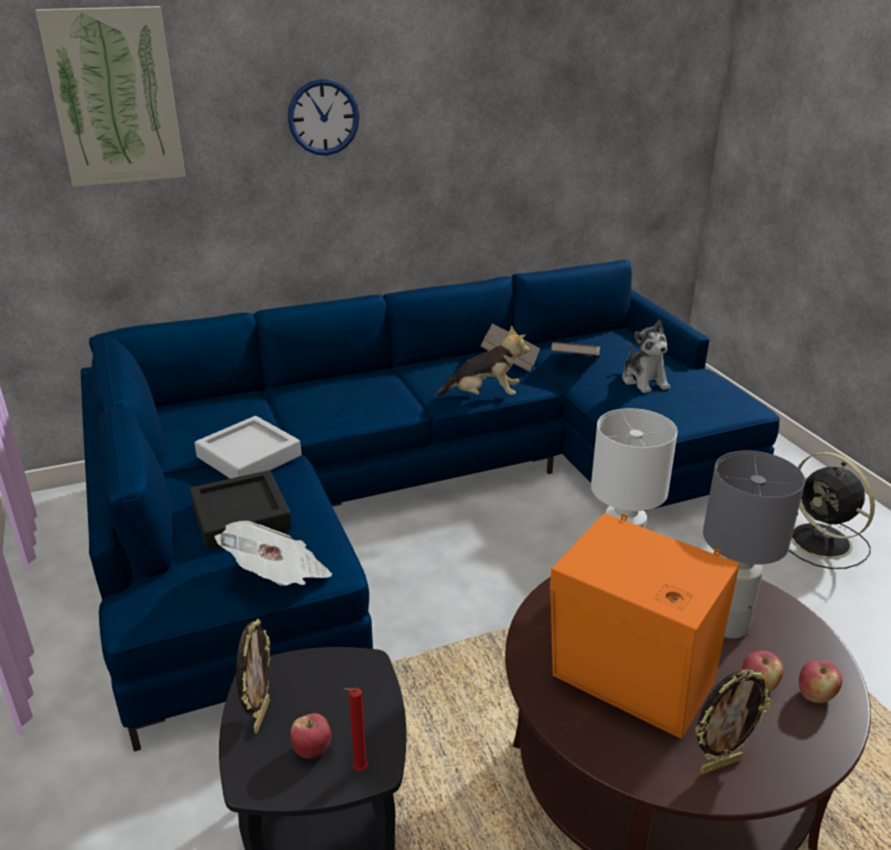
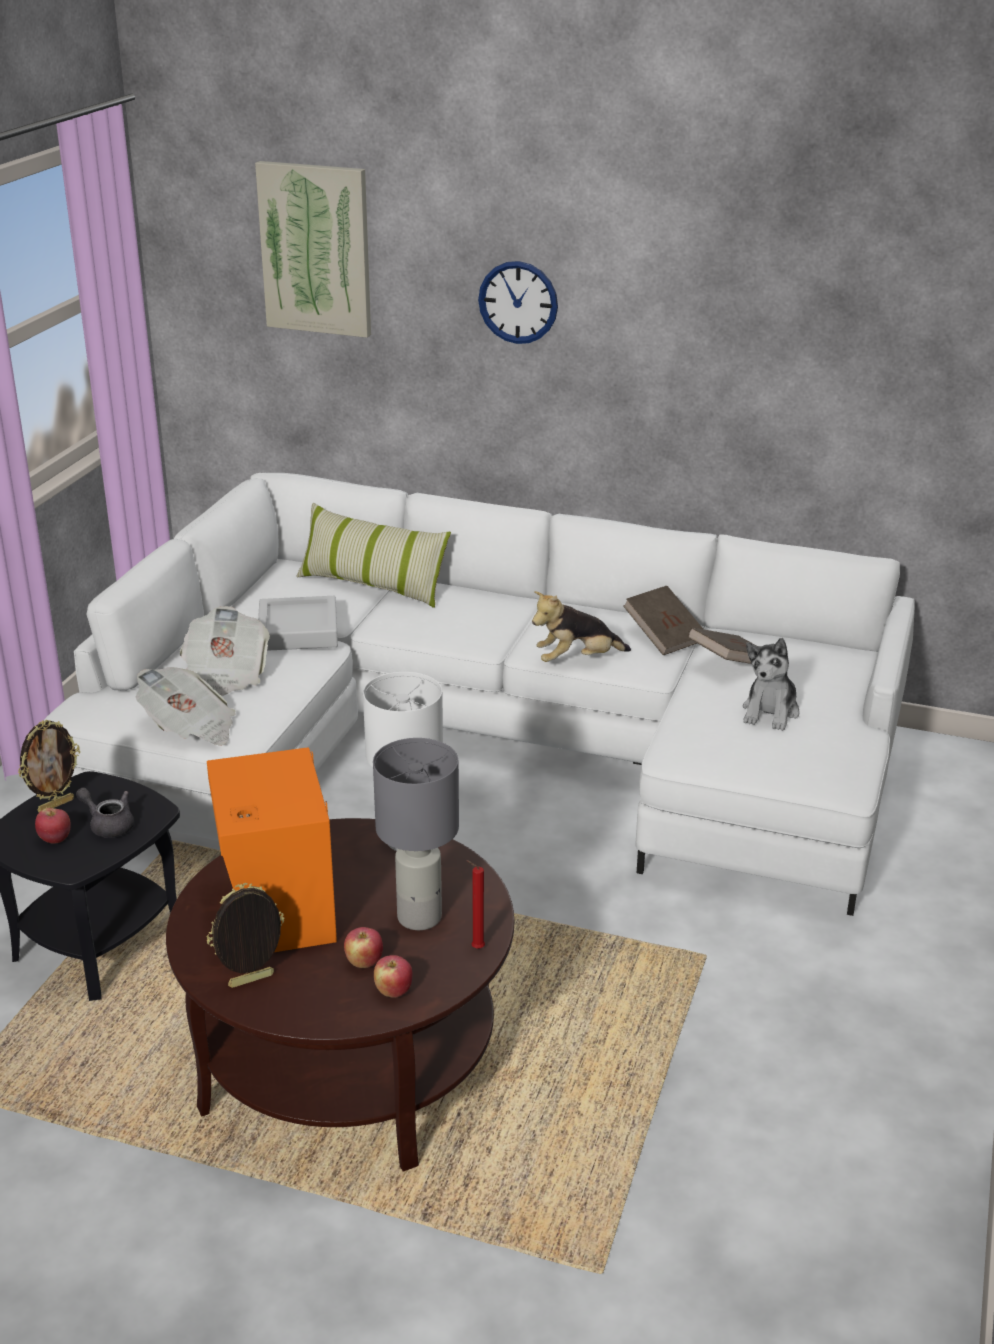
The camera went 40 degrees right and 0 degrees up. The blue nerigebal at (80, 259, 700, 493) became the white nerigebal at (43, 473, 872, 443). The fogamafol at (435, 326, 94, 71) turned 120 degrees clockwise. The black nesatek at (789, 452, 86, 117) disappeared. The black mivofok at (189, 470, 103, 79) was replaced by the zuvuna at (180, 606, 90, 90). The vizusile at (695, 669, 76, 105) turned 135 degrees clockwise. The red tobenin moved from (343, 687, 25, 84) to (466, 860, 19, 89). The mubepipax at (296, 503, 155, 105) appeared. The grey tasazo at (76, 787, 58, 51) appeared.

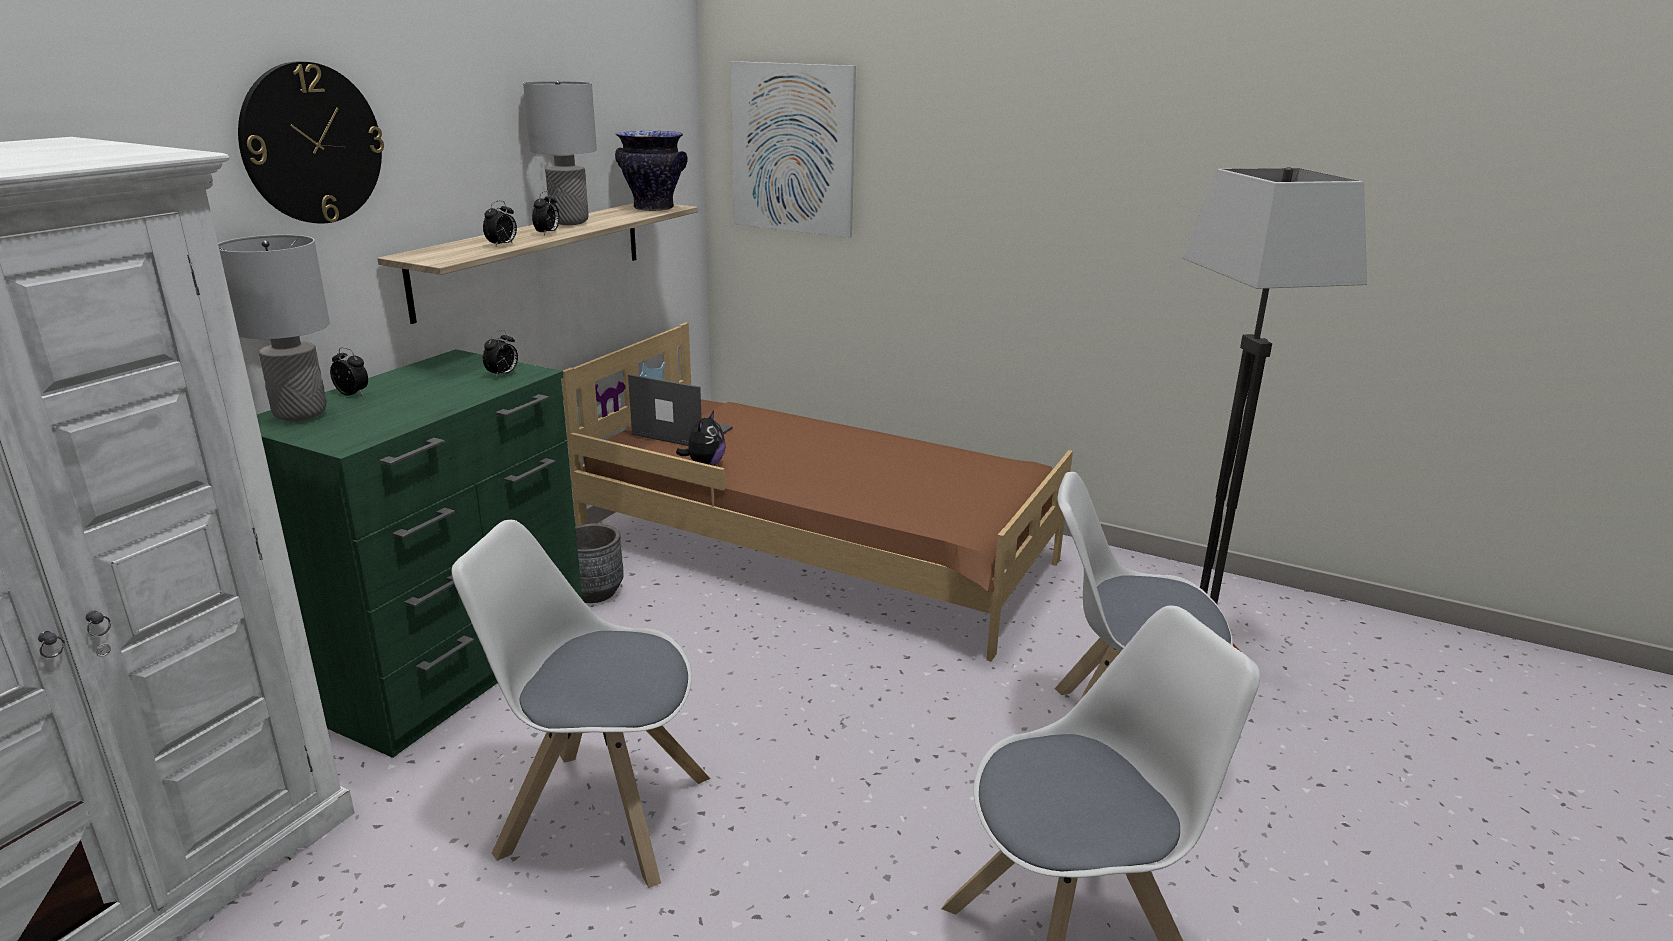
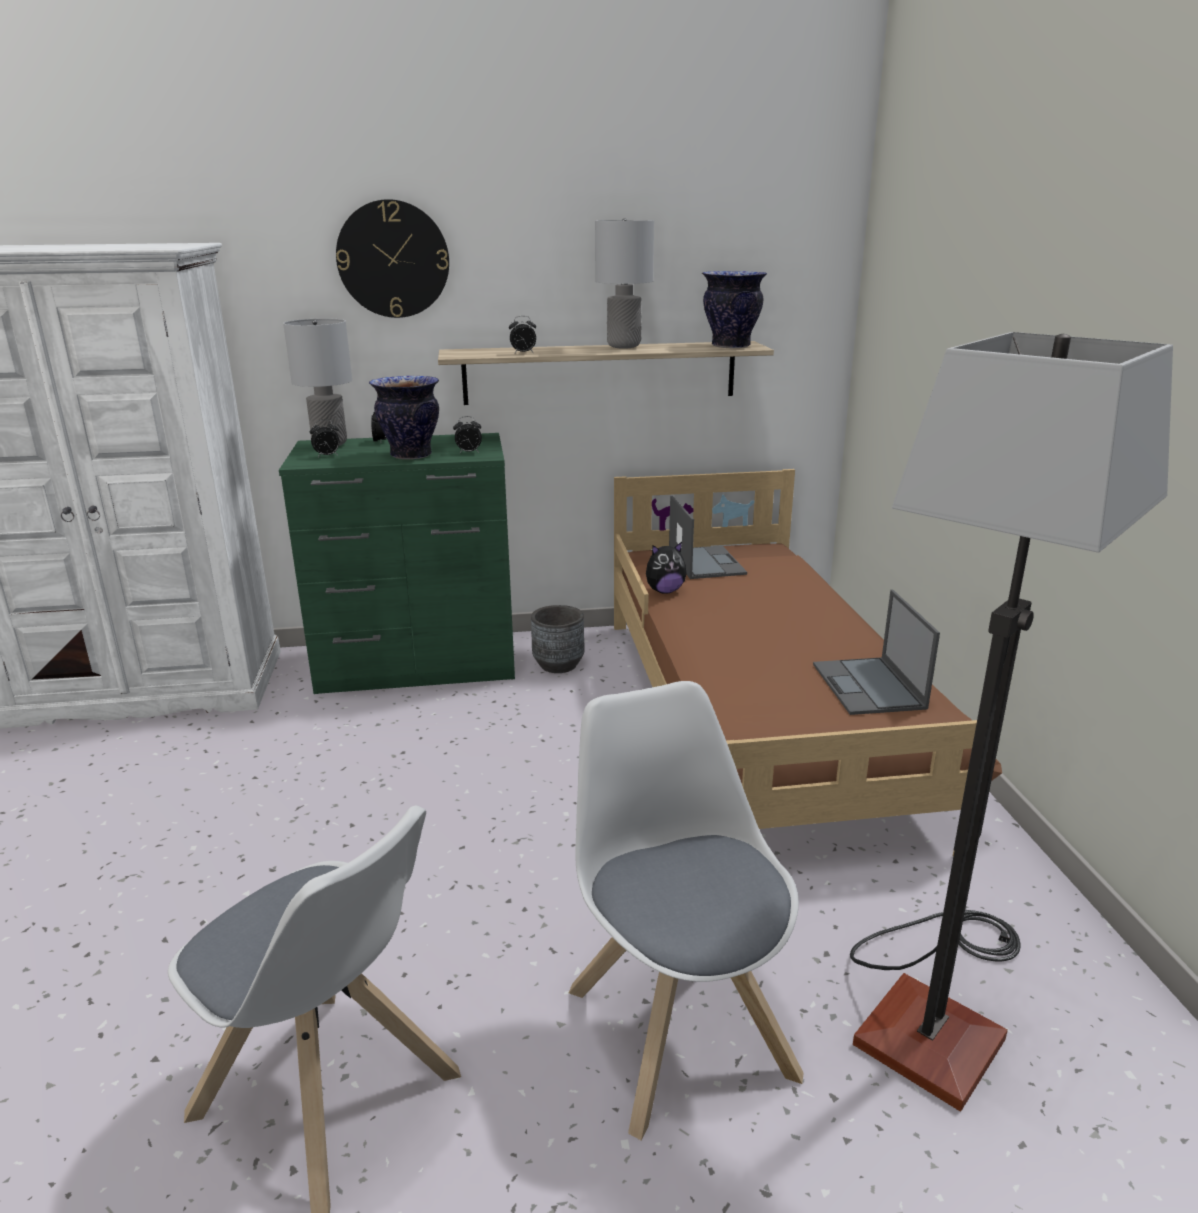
The camera went 55 degrees right and 0 degrees up. The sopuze at (730, 61, 126, 177) disappeared. The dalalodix moved from (532, 191, 28, 44) to (310, 419, 29, 38). The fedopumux at (452, 520, 258, 368) disappeared. The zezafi at (369, 376, 70, 84) appeared. The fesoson at (813, 590, 127, 125) appeared.

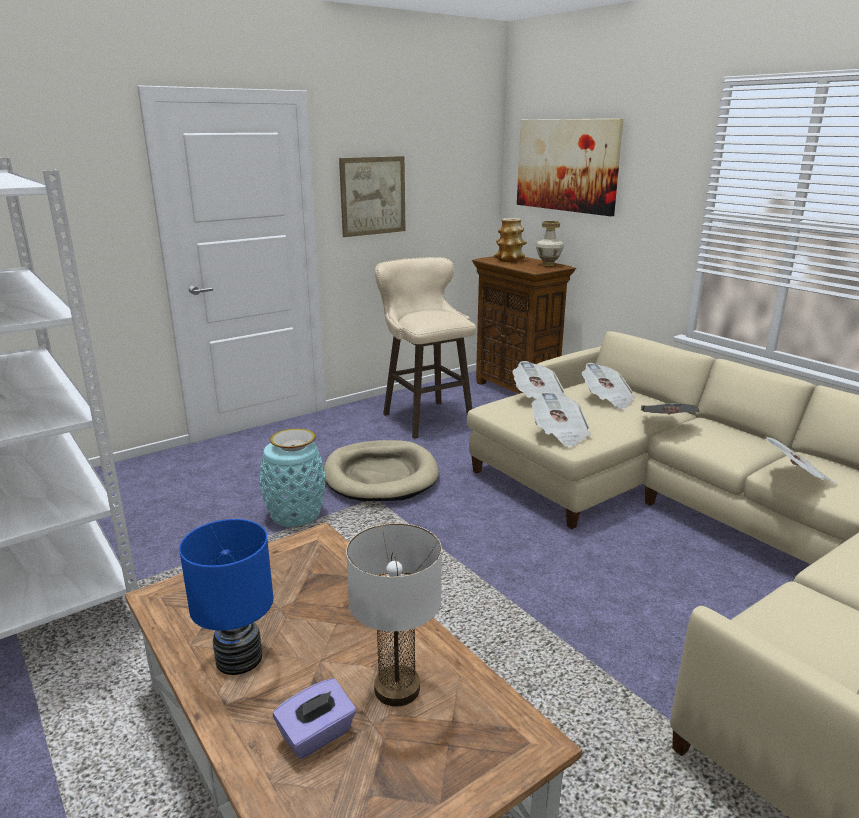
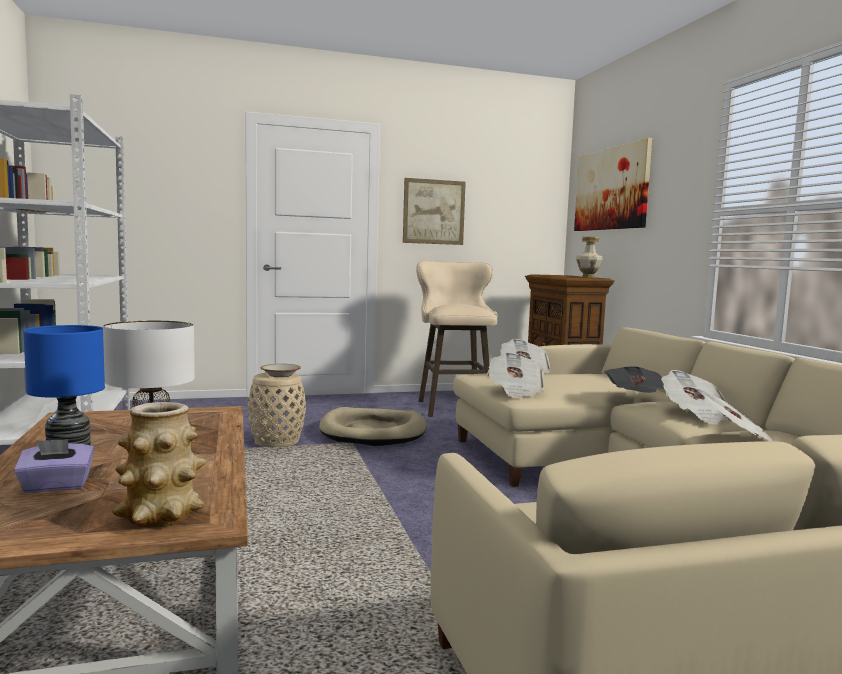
The camera went 20 degrees right and 15 degrees down. The zezafi moved from (494, 218, 33, 44) to (112, 402, 95, 125). The zuvuna moved from (582, 363, 54, 47) to (661, 370, 66, 54). The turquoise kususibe at (260, 442, 65, 85) became the beige kususibe at (248, 373, 58, 74).

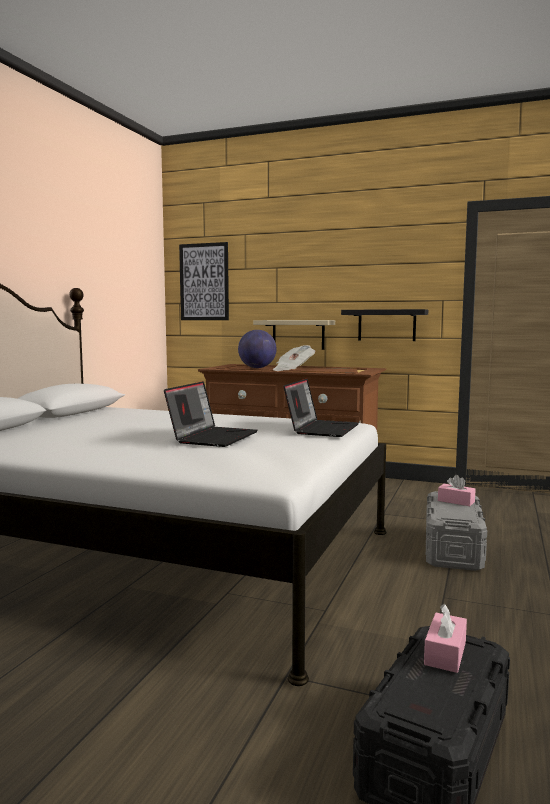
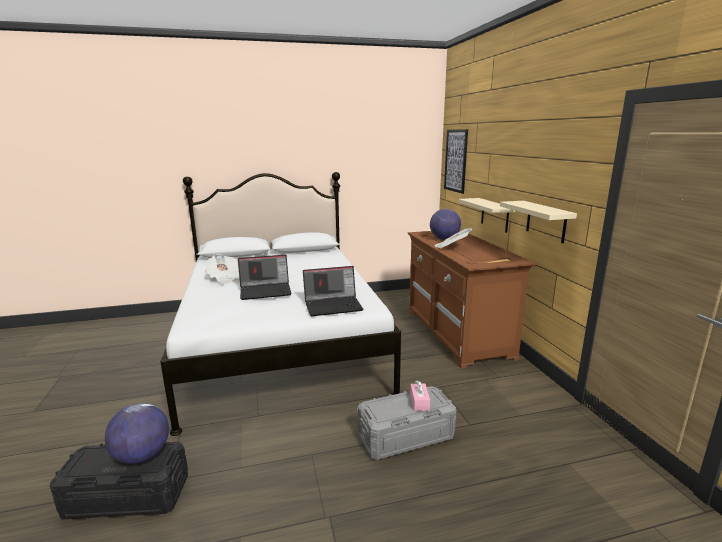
The camera went 55 degrees right and 10 degrees up. The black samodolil at (341, 309, 87, 32) became the beige samodolil at (500, 201, 77, 42). The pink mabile at (424, 604, 43, 69) was replaced by the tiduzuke at (105, 403, 64, 61). The zuvuna at (205, 254, 34, 30) appeared.

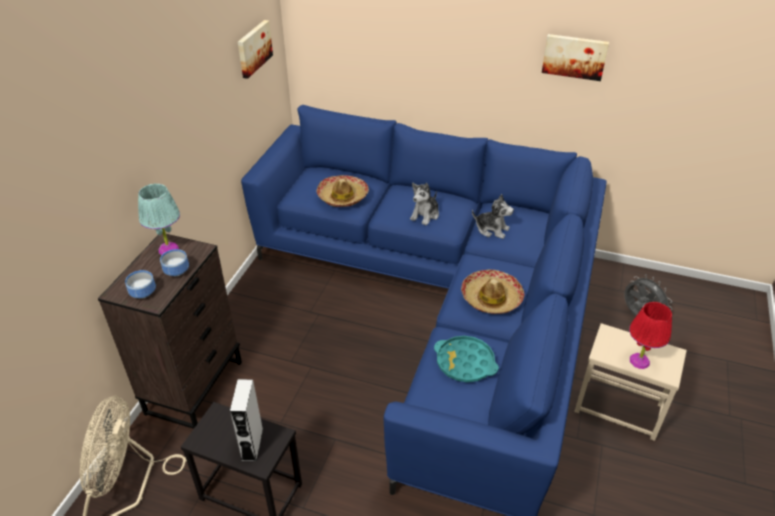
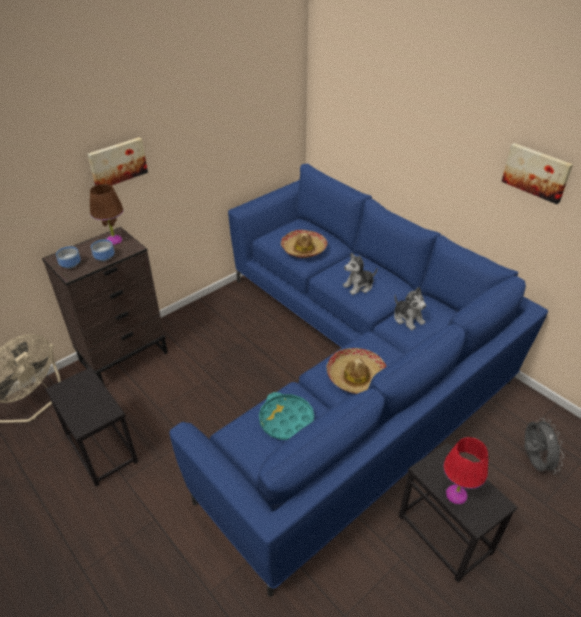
The camera went 30 degrees right and 0 degrees up. The sopuze moved from (238, 20, 35, 59) to (87, 137, 61, 48). The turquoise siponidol at (138, 184, 42, 71) became the brown siponidol at (90, 184, 34, 61). The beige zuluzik at (574, 323, 113, 118) became the black zuluzik at (399, 443, 118, 139). The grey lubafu at (230, 379, 33, 82) disappeared.

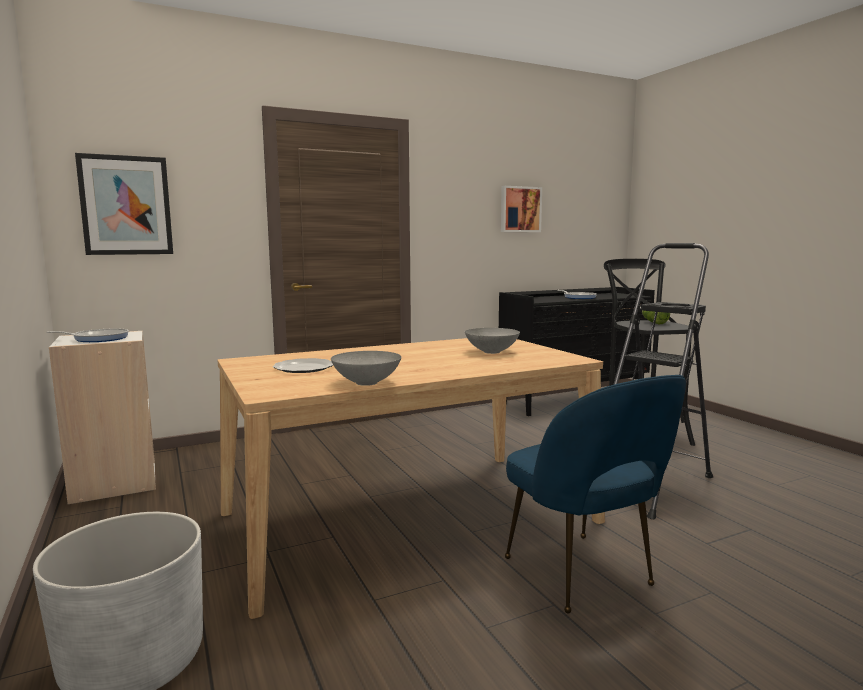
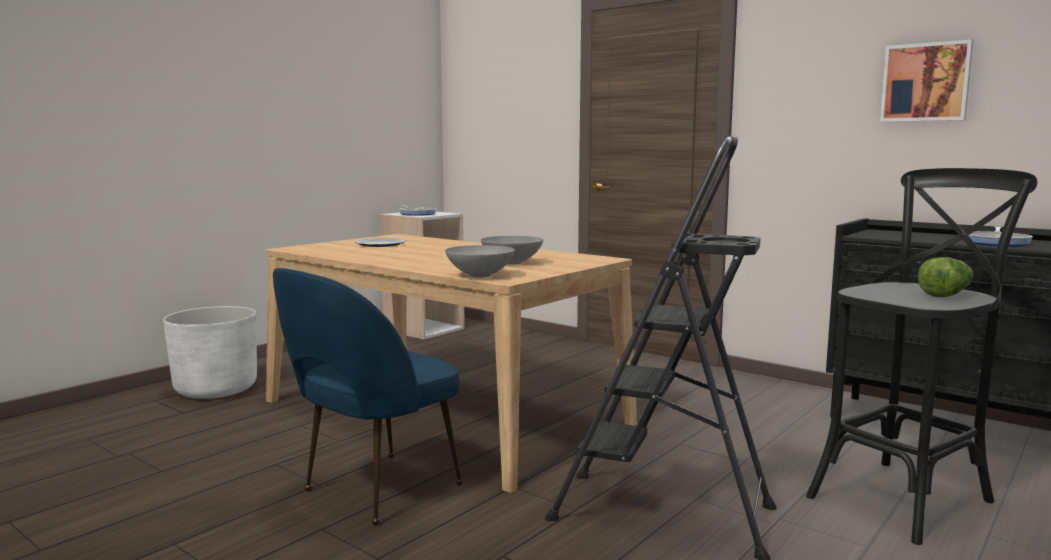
The camera went 65 degrees right and 0 degrees up. The sopuze at (75, 153, 98, 102) disappeared. The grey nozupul moved from (331, 351, 70, 35) to (445, 245, 70, 33).

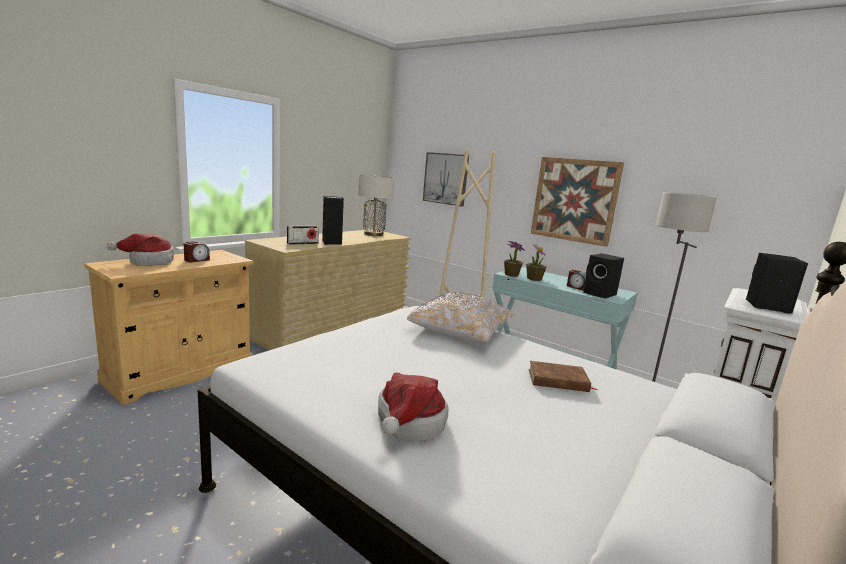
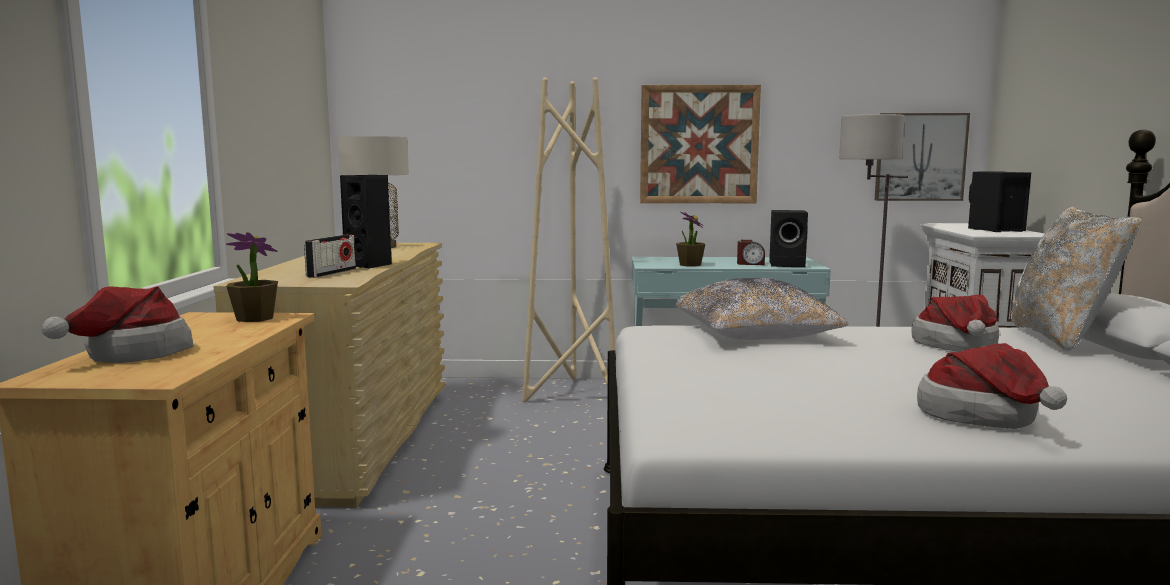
The camera went 35 degrees left and 5 degrees down. The sopuze moved from (423, 152, 46, 55) to (875, 113, 95, 88). The dalalodix at (184, 241, 26, 21) disappeared. The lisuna moved from (504, 241, 21, 36) to (226, 232, 52, 90). The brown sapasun at (528, 361, 69, 31) was replaced by the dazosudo at (911, 295, 88, 57). The white mubepipax at (1011, 207, 131, 144) appeared.

